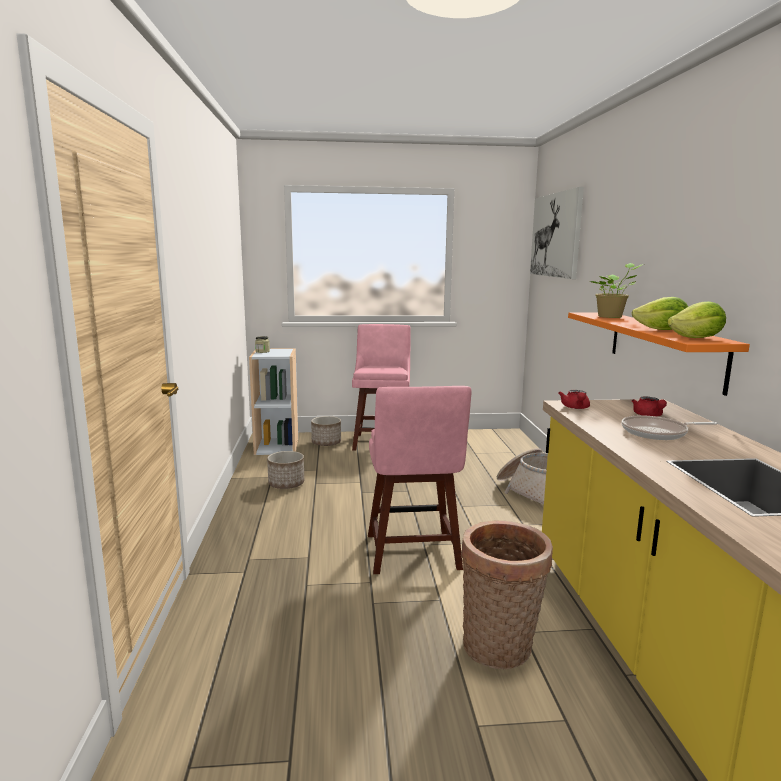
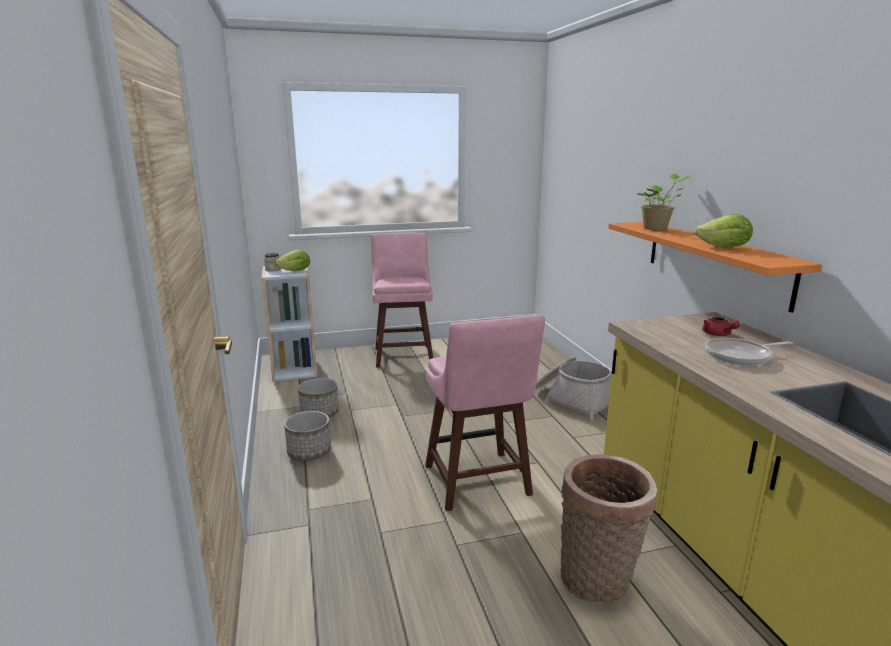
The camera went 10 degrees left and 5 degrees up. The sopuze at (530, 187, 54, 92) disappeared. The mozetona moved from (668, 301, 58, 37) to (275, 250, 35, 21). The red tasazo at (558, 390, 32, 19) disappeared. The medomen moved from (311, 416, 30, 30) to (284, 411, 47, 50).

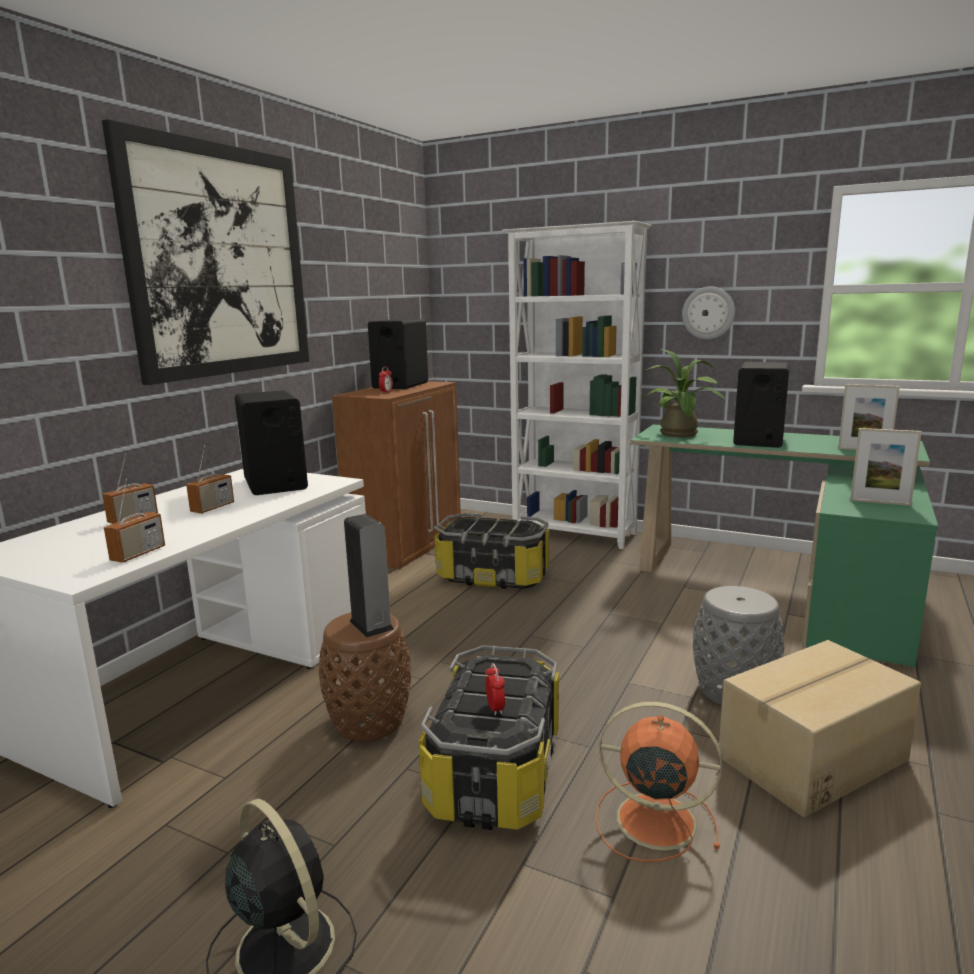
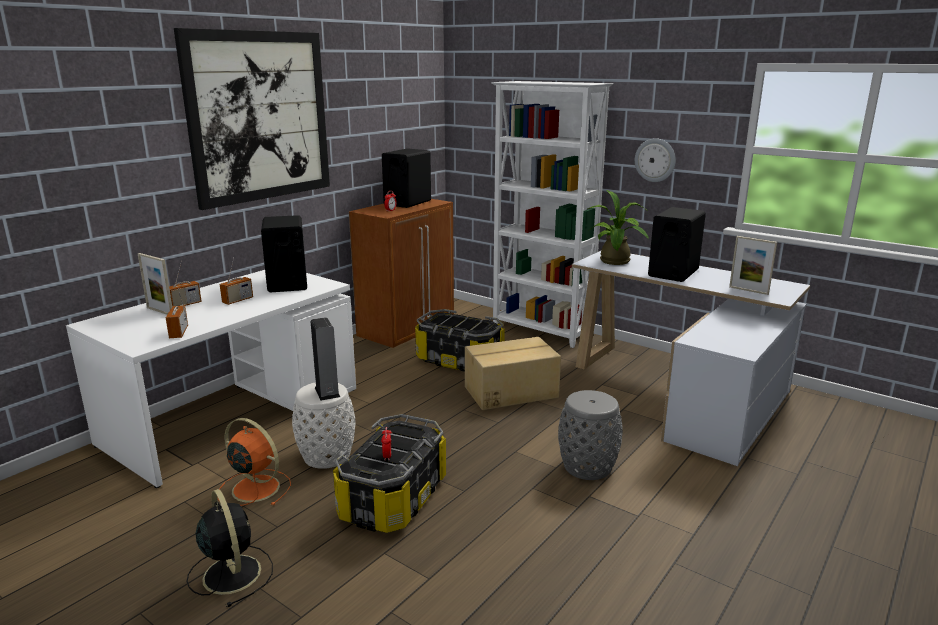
The camera went 10 degrees right and 5 degrees up. The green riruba at (630, 424, 308, 243) became the white riruba at (572, 251, 238, 215). The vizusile moved from (850, 428, 72, 78) to (138, 253, 34, 62). The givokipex at (104, 479, 61, 84) turned 135 degrees clockwise. The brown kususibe at (319, 613, 92, 128) became the white kususibe at (292, 382, 63, 87). The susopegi moved from (718, 640, 203, 177) to (465, 337, 96, 73). The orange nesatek moved from (596, 702, 126, 160) to (218, 418, 73, 88).

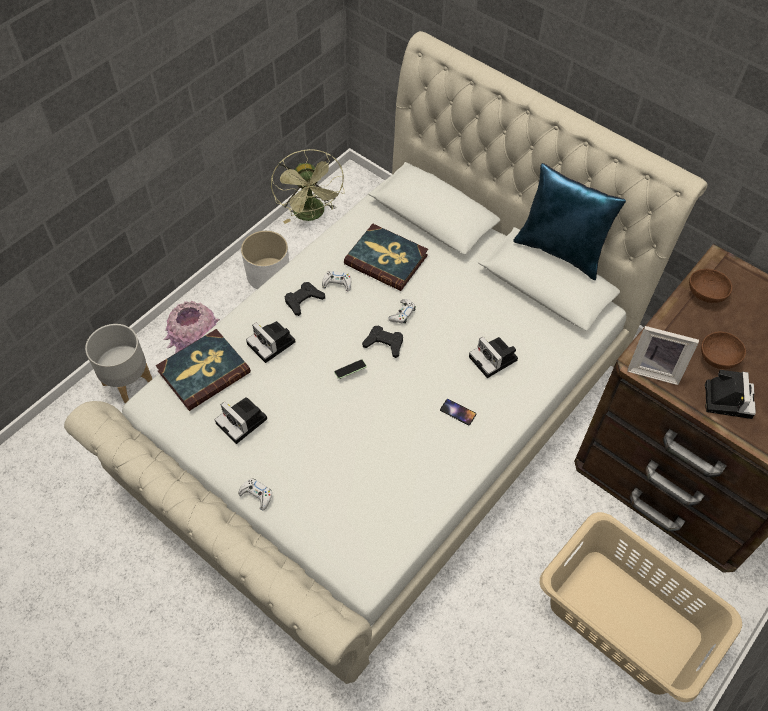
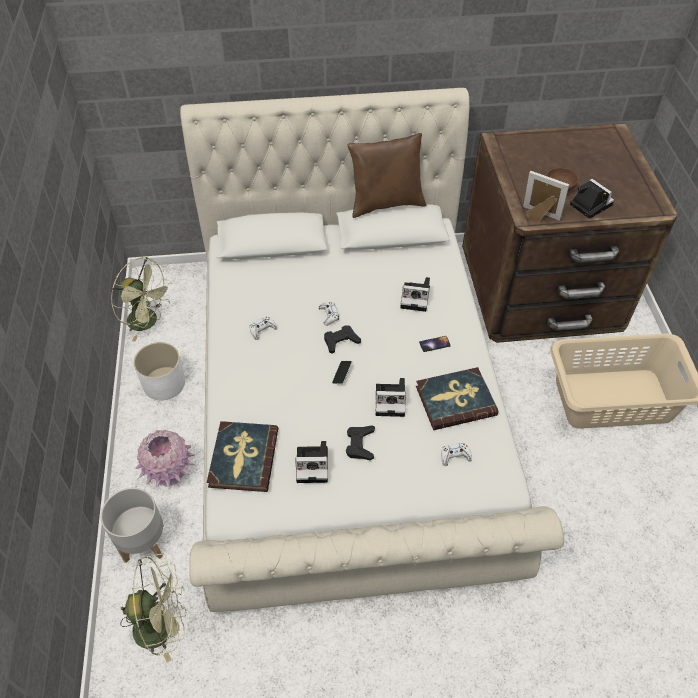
The camera went 45 degrees left and 5 degrees down. The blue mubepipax at (513, 163, 113, 117) became the brown mubepipax at (348, 133, 78, 85). The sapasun moved from (344, 223, 84, 68) to (416, 367, 82, 63). The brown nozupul at (689, 269, 43, 34) disappeared. The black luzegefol moved from (285, 282, 40, 34) to (346, 425, 29, 35). The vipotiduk moved from (246, 321, 49, 42) to (376, 378, 30, 39). The vizusile at (627, 326, 72, 59) turned 120 degrees counterclockwise. The white luzegefol moved from (238, 478, 34, 32) to (441, 443, 31, 23). The green nesatek at (121, 554, 65, 108) appeared.

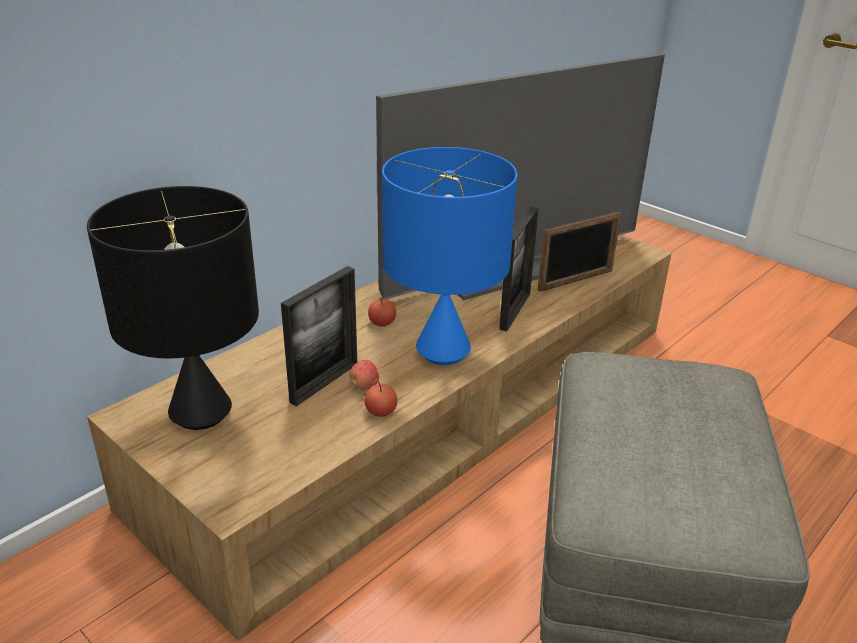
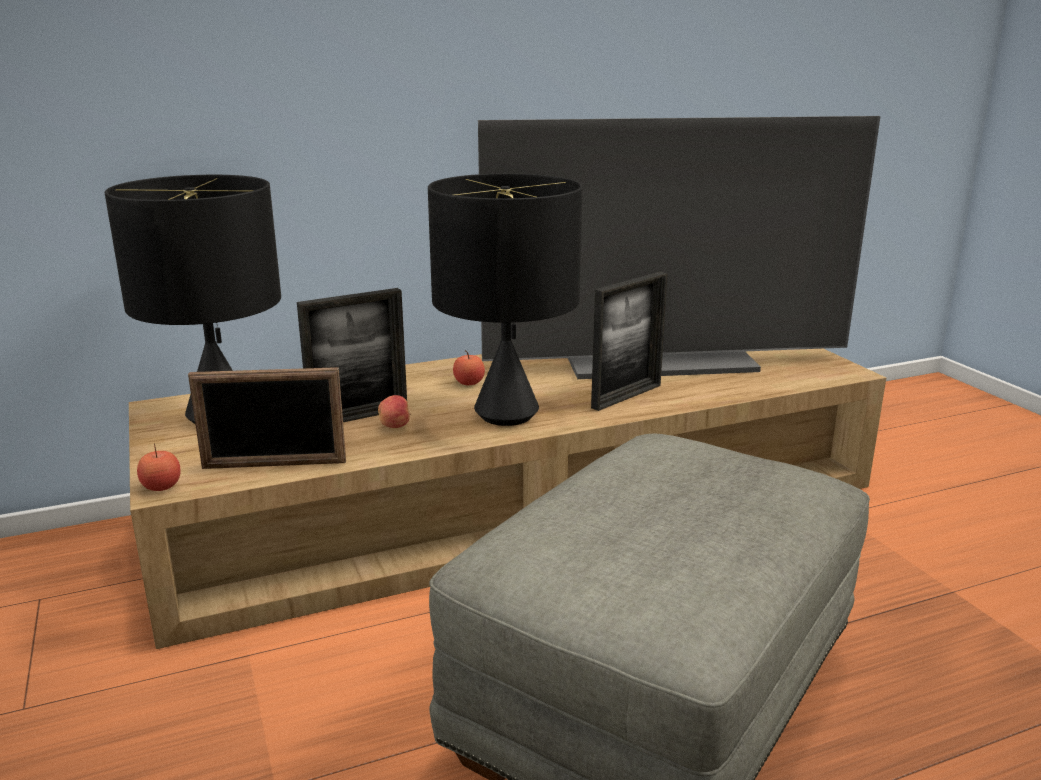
The camera went 25 degrees right and 10 degrees down. The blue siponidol at (382, 147, 136, 218) became the black siponidol at (428, 173, 155, 253). The vizusile moved from (537, 211, 84, 81) to (188, 367, 158, 102). The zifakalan moved from (364, 381, 34, 36) to (137, 444, 44, 47).

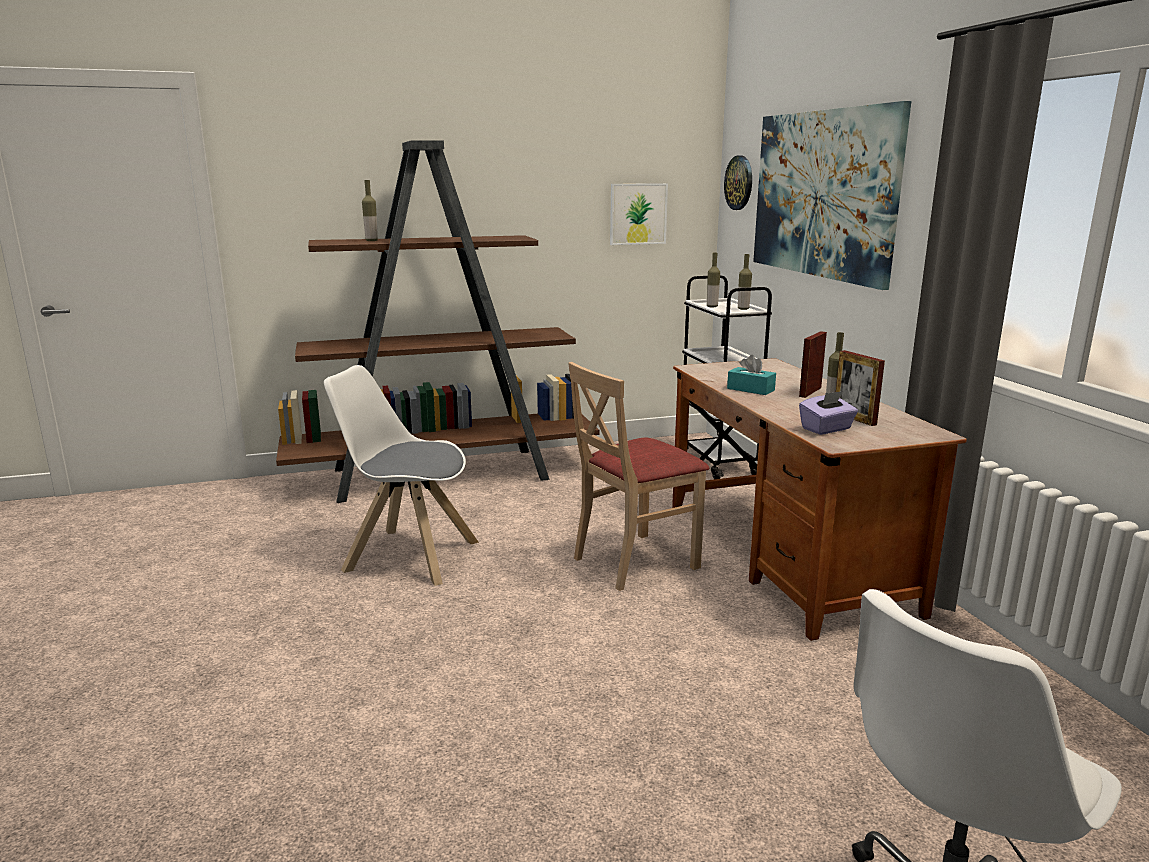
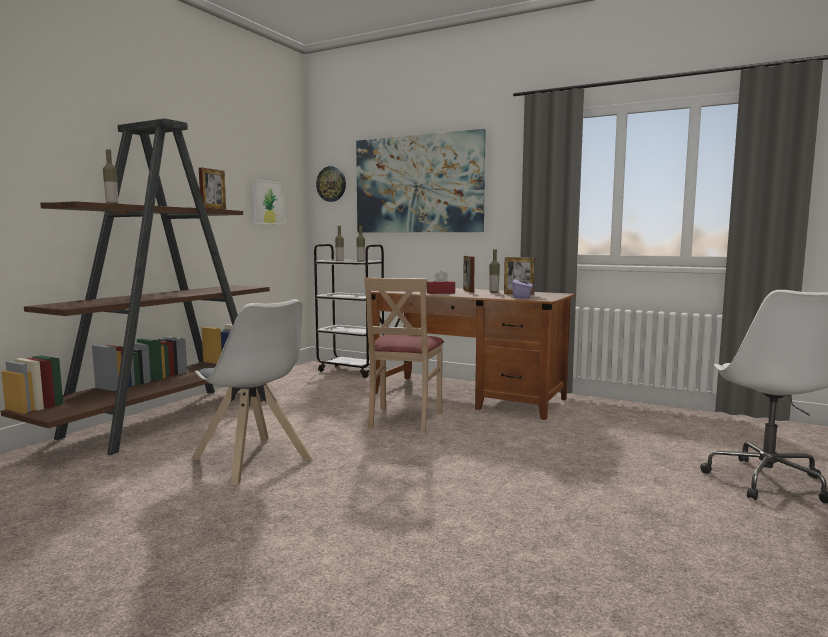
The camera went 45 degrees left and 10 degrees down. The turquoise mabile at (727, 355, 49, 40) became the red mabile at (427, 270, 28, 24). The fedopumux at (324, 365, 155, 221) turned 105 degrees counterclockwise. The vizusile at (199, 168, 27, 42) appeared.

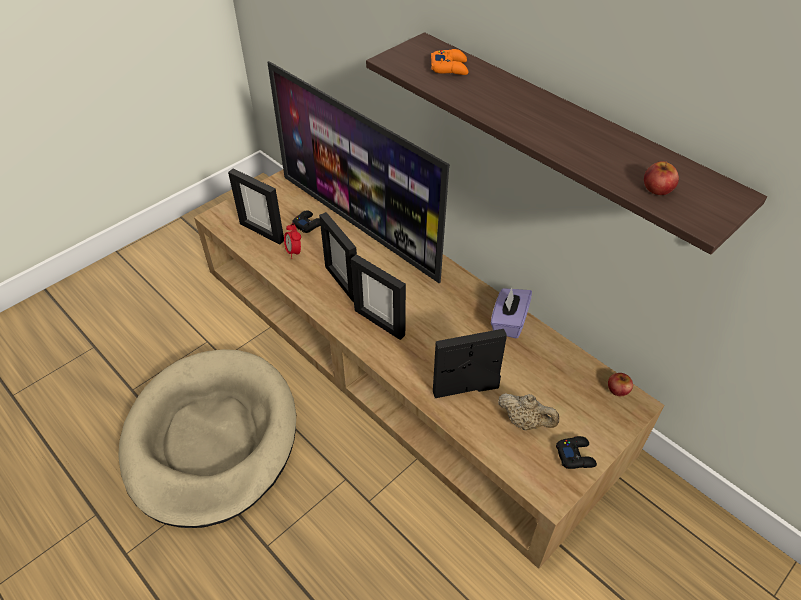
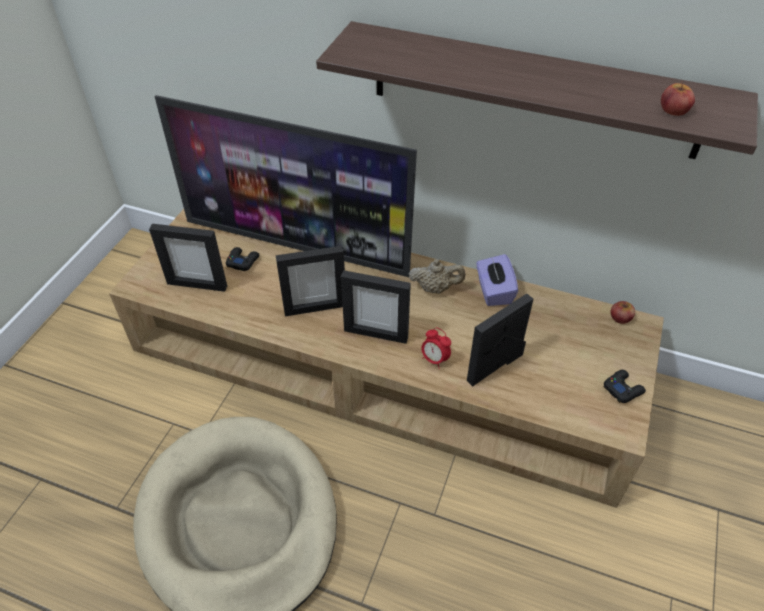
The camera went 25 degrees left and 0 degrees up. The orange luzegefol at (431, 49, 37, 26) disappeared. The vizusile at (319, 212, 38, 90) turned 45 degrees counterclockwise. The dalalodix moved from (284, 223, 17, 36) to (421, 328, 30, 41). The beige tasazo moved from (498, 393, 61, 37) to (409, 259, 56, 35).

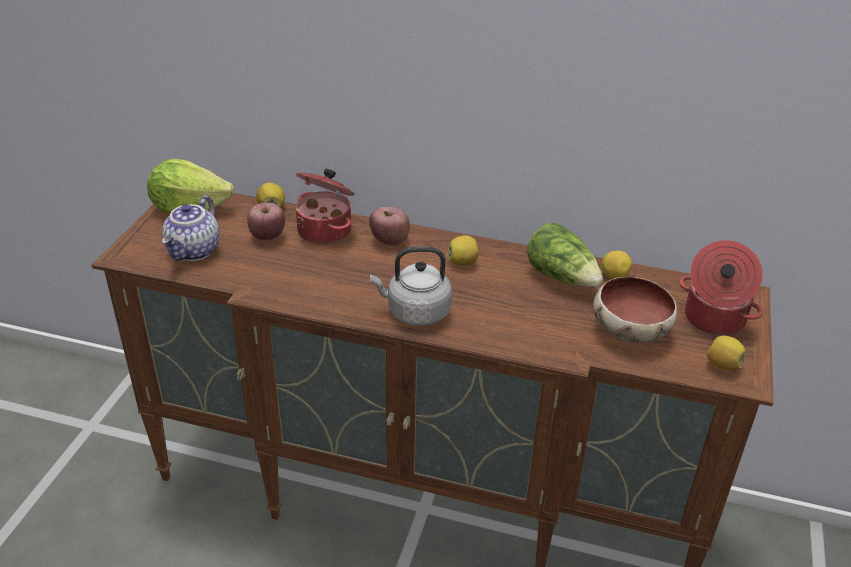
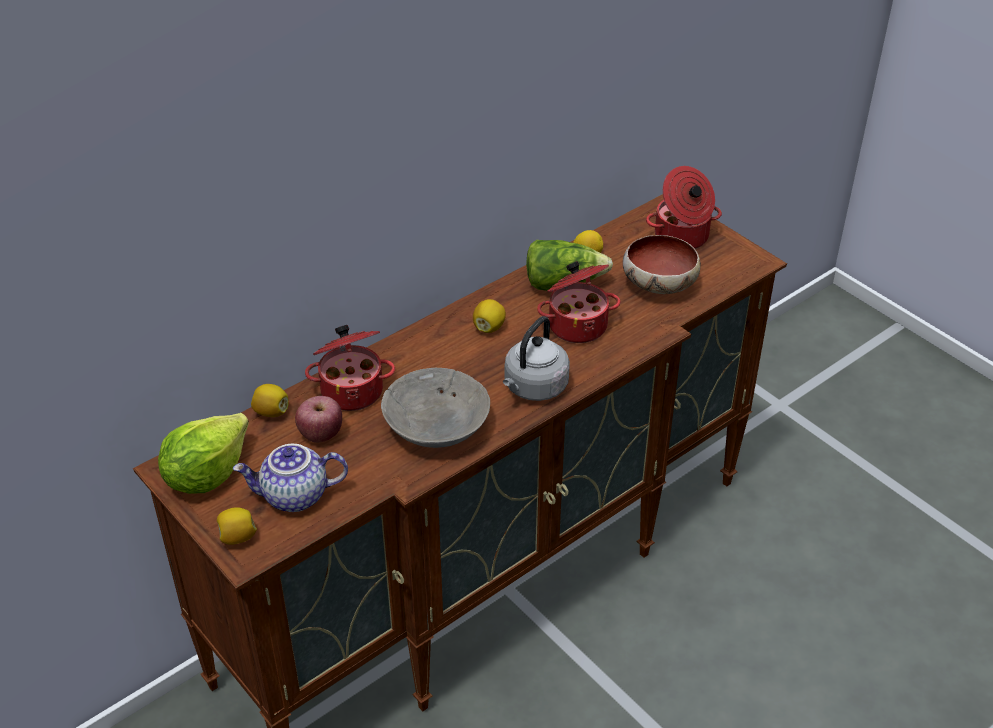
The camera went 55 degrees left and 5 degrees up. The tasazo at (162, 196, 58, 65) turned 120 degrees clockwise. The zifakalan at (369, 207, 41, 39) disappeared. The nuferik moved from (707, 335, 39, 36) to (217, 507, 40, 38). The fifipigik at (537, 261, 83, 82) appeared. The grey nozupul at (381, 368, 109, 80) appeared.

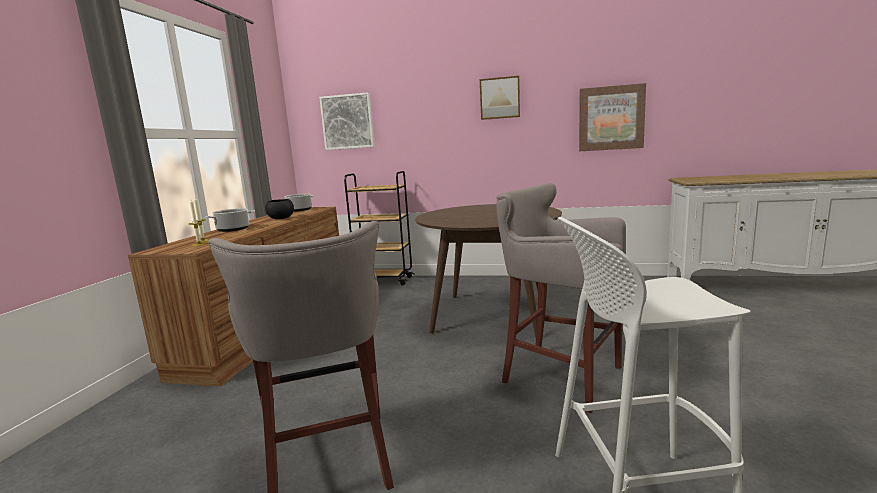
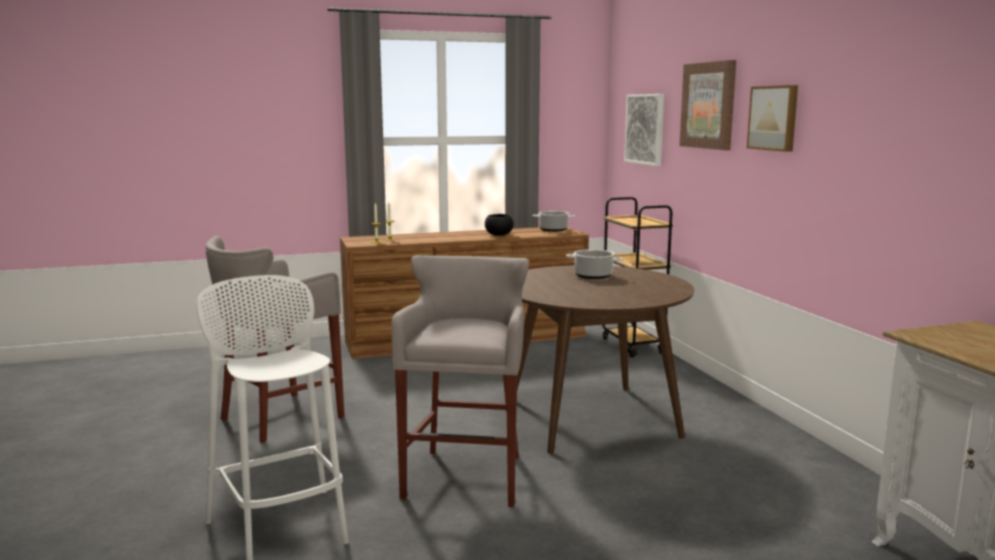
The camera went 60 degrees right and 0 degrees up. The sopuze moved from (579, 83, 67, 68) to (679, 60, 57, 90). The fifipigik moved from (205, 208, 50, 24) to (566, 249, 57, 30).

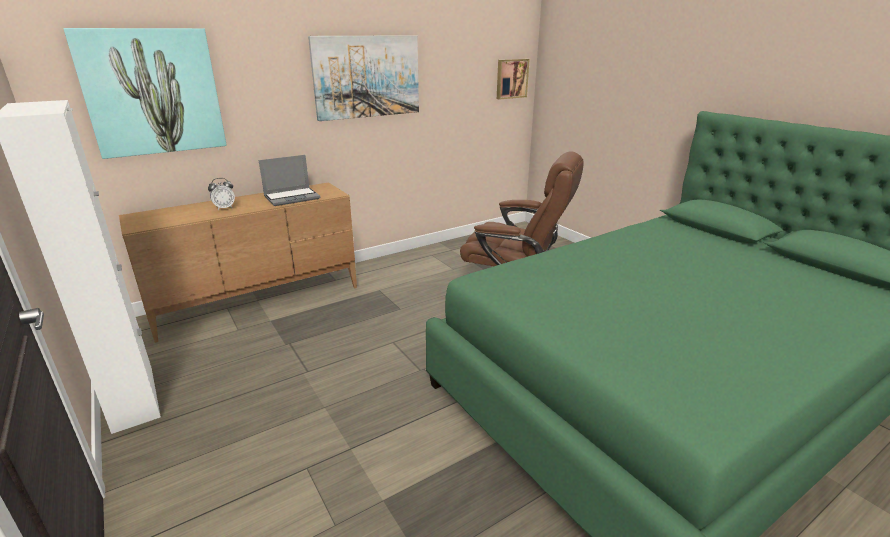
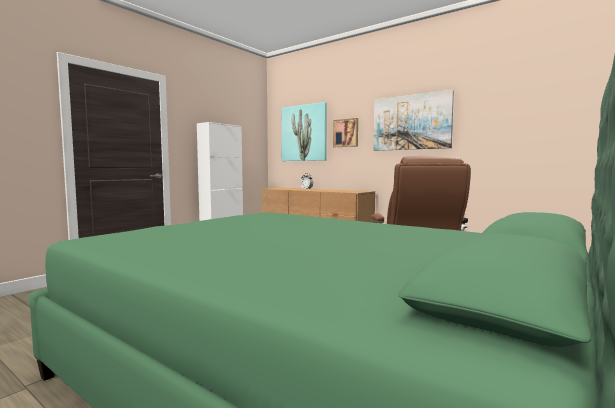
The camera went 70 degrees right and 20 degrees down. The sopuze moved from (497, 59, 33, 41) to (333, 118, 25, 29). The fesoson at (259, 155, 61, 51) disappeared.

